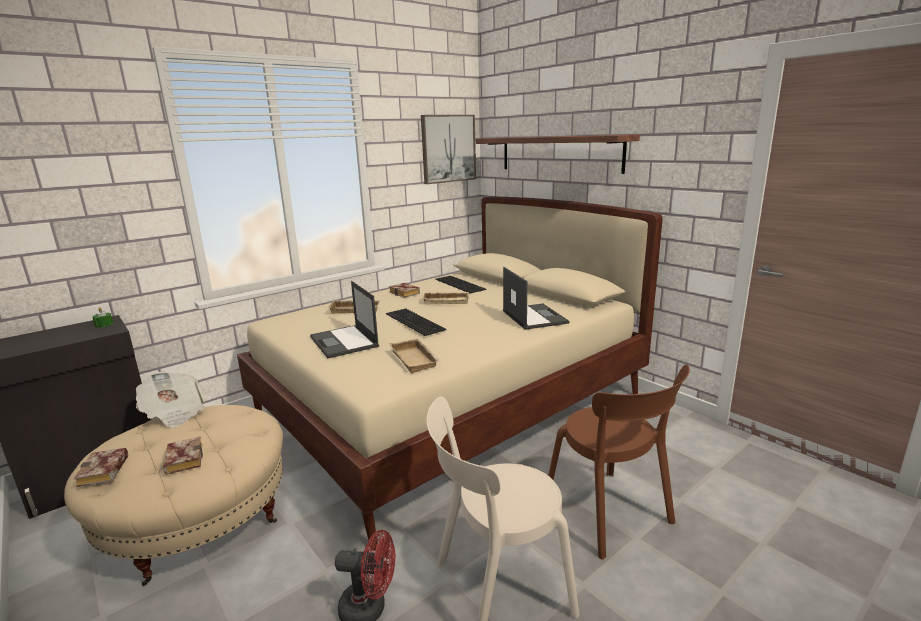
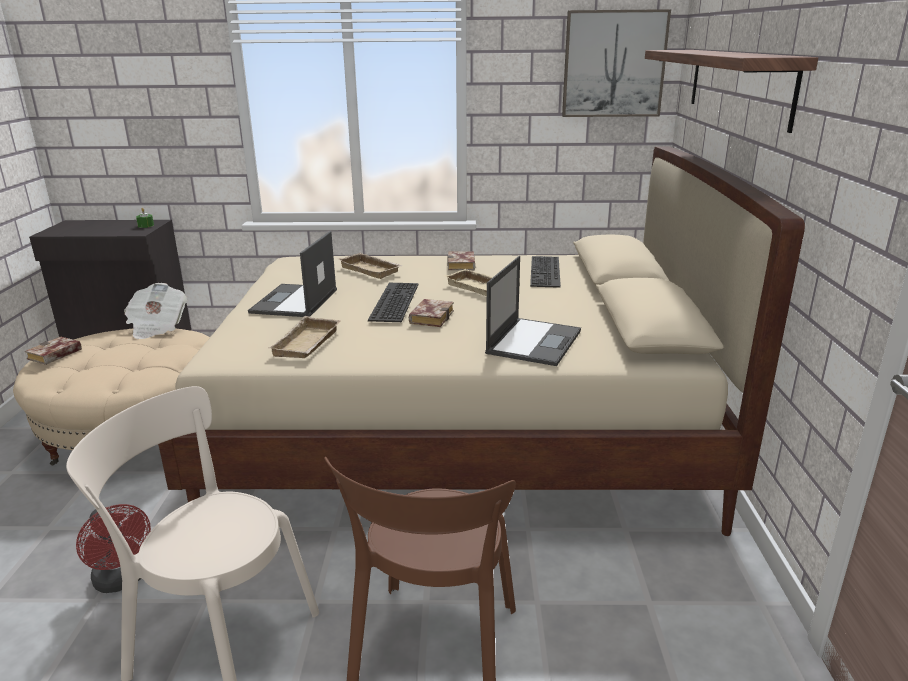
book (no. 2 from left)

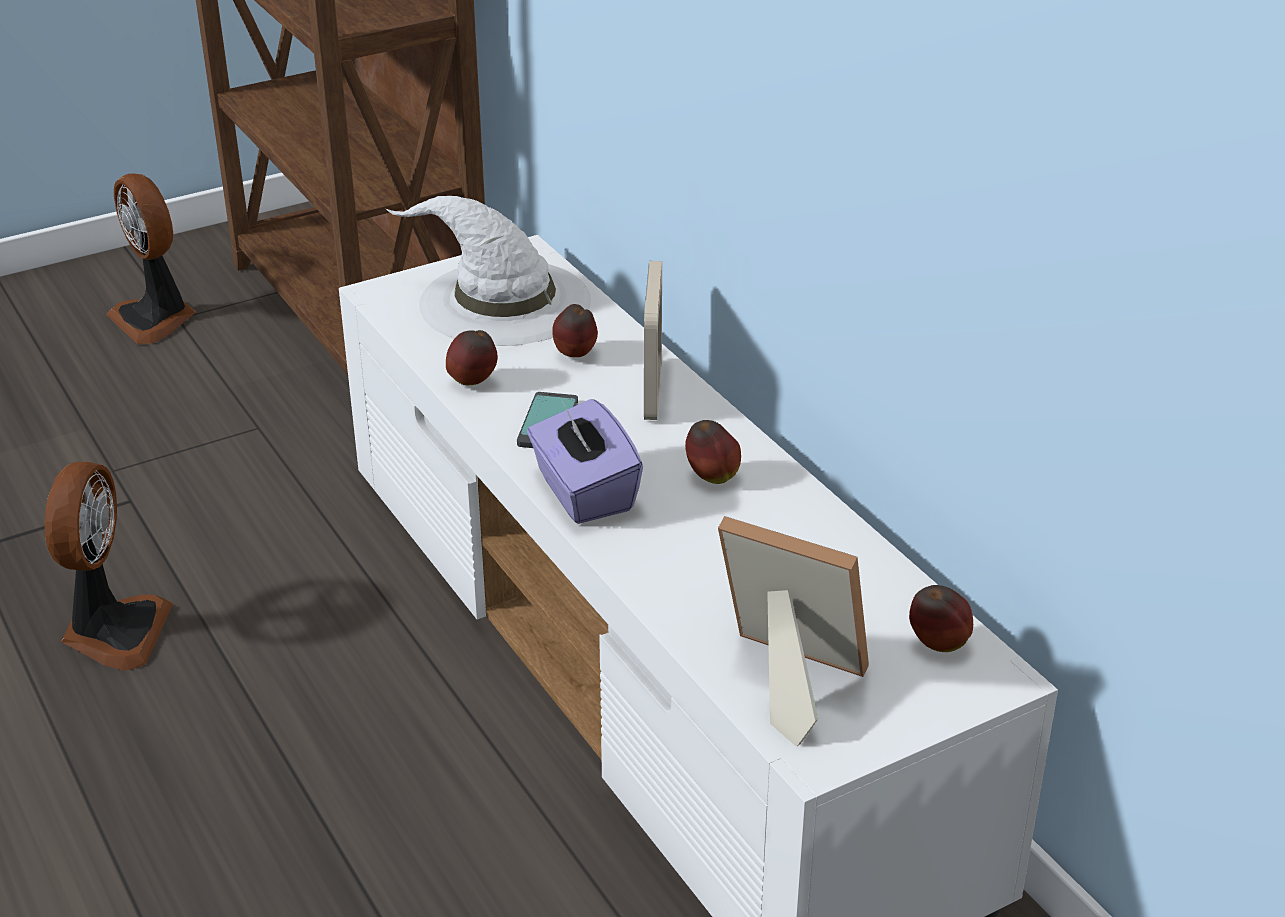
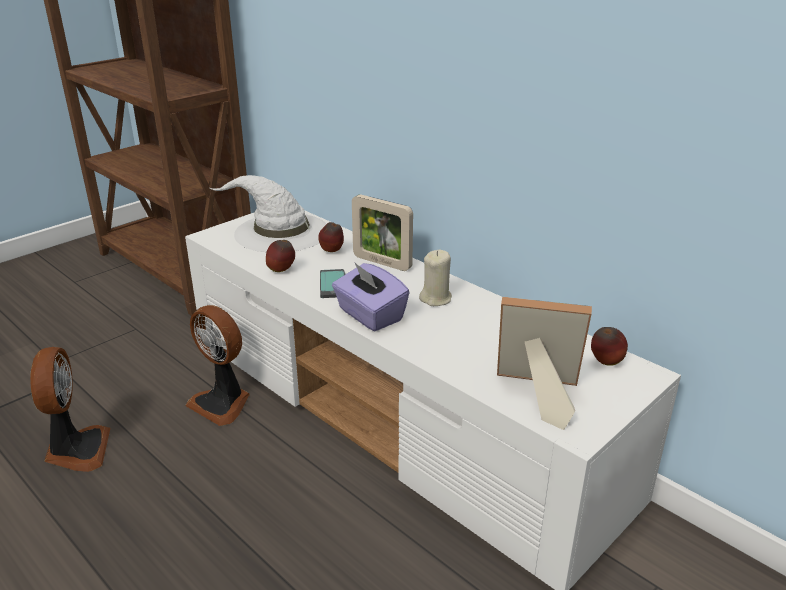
fan (no. 2 from left); picture frame (no. 1 from left); candle (beige)

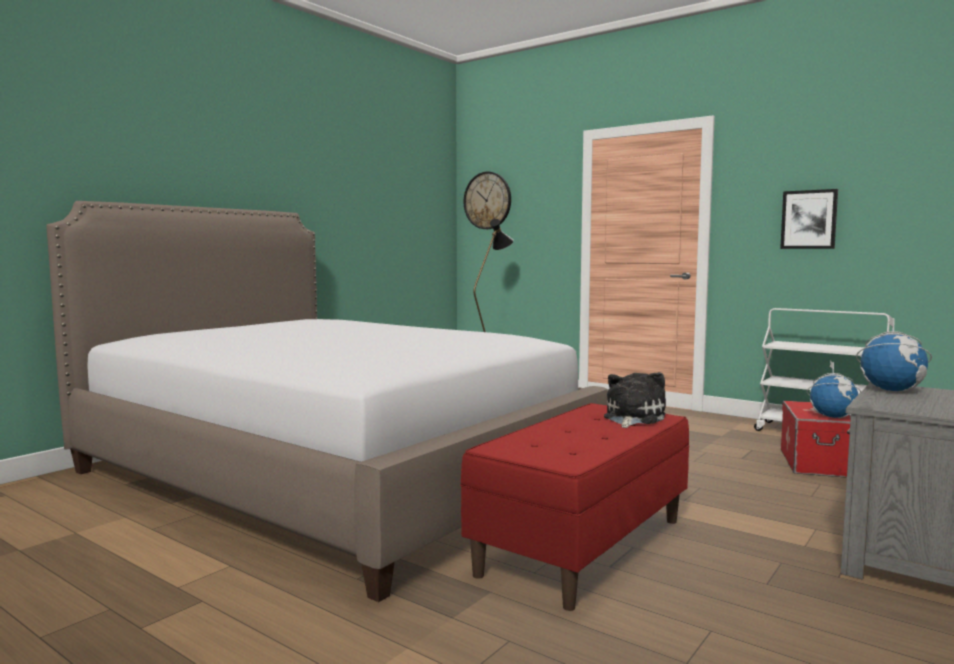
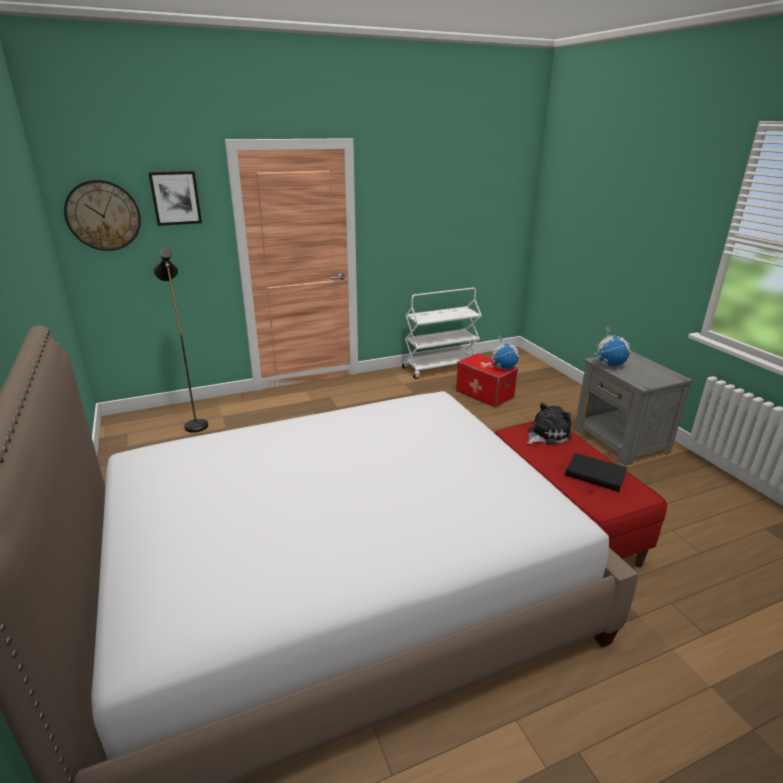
picture; plush toy; book (black)

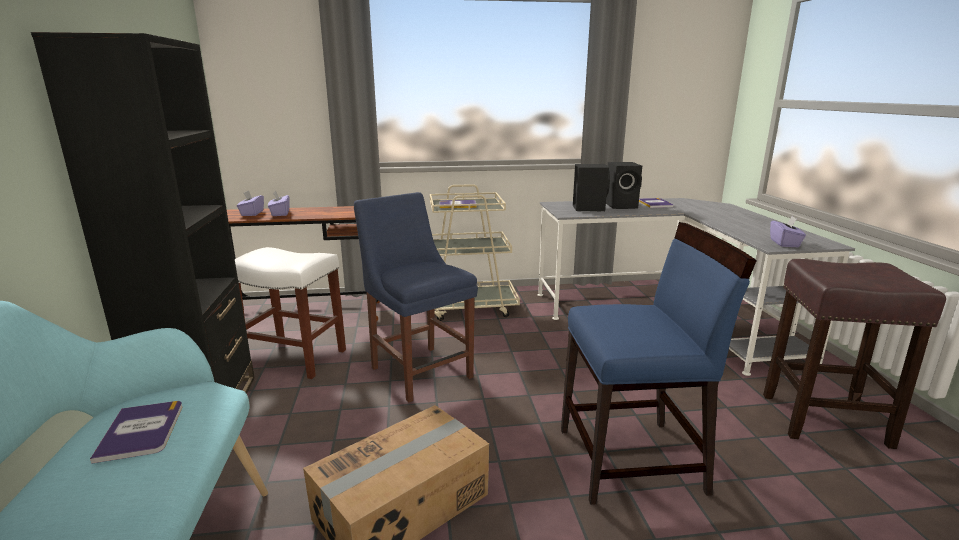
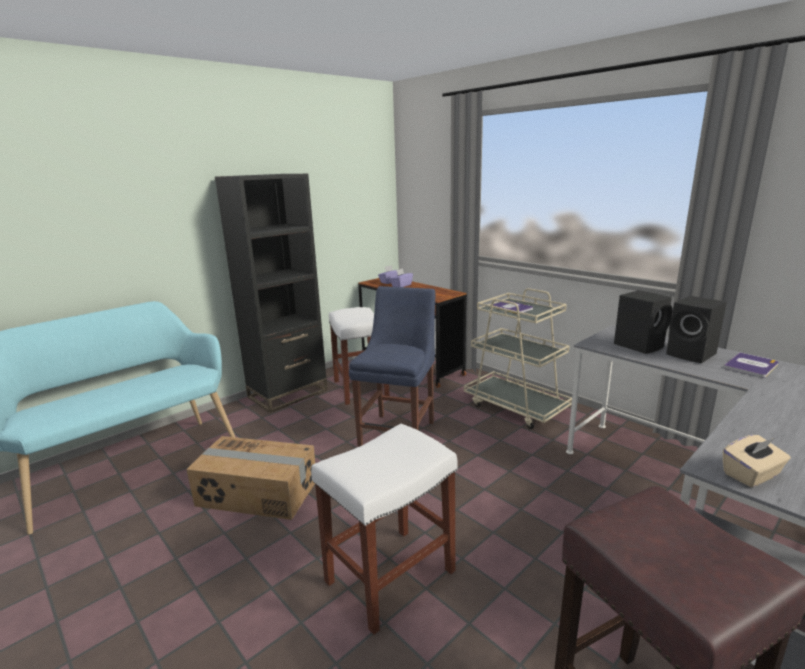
tissue box (beige); stool (white) (no. 2 from left); book (no. 1 from left in the first image)

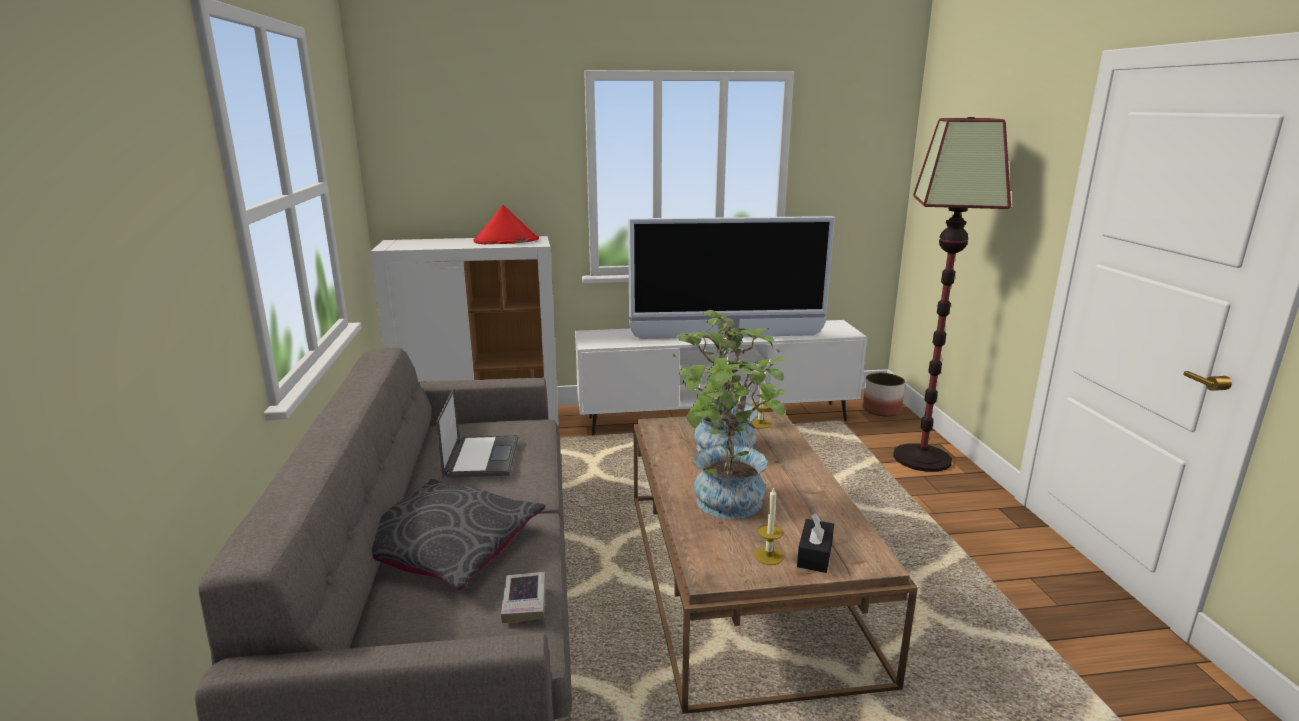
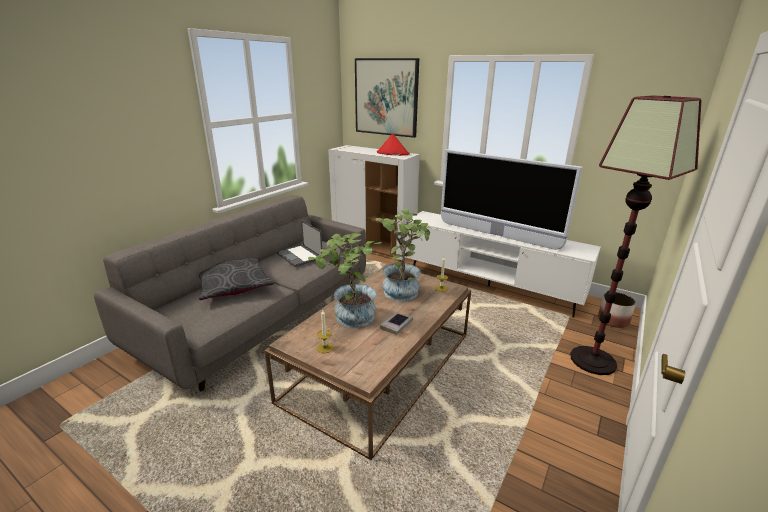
laptop; tissue box (black); book; picture

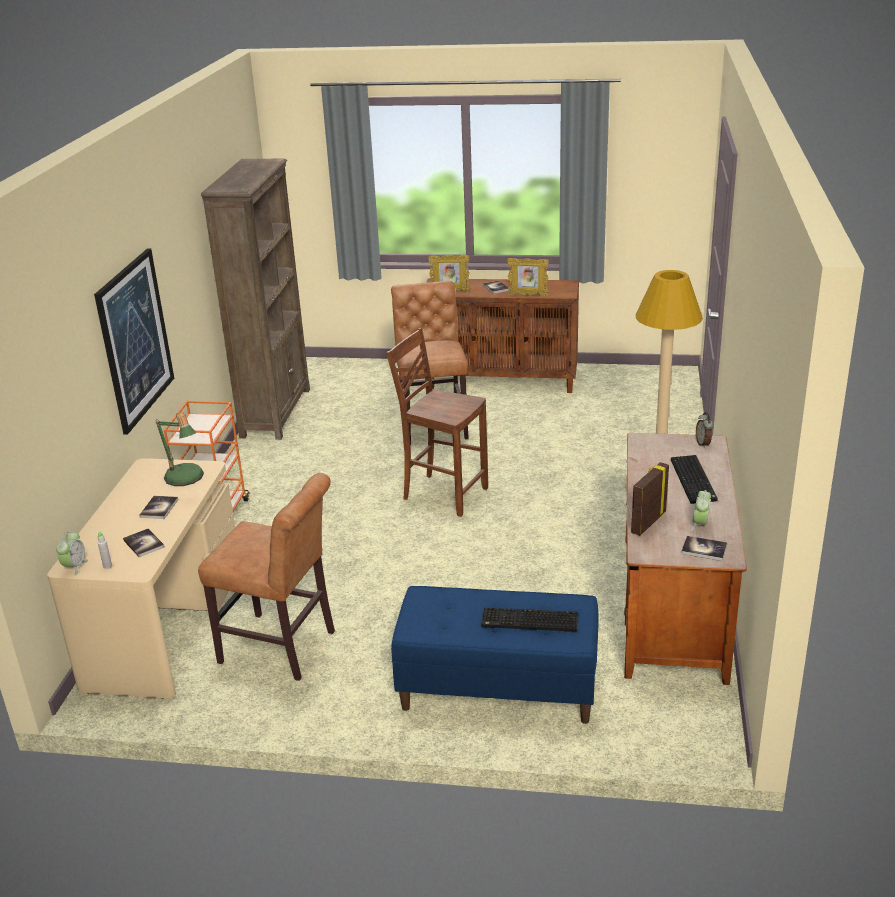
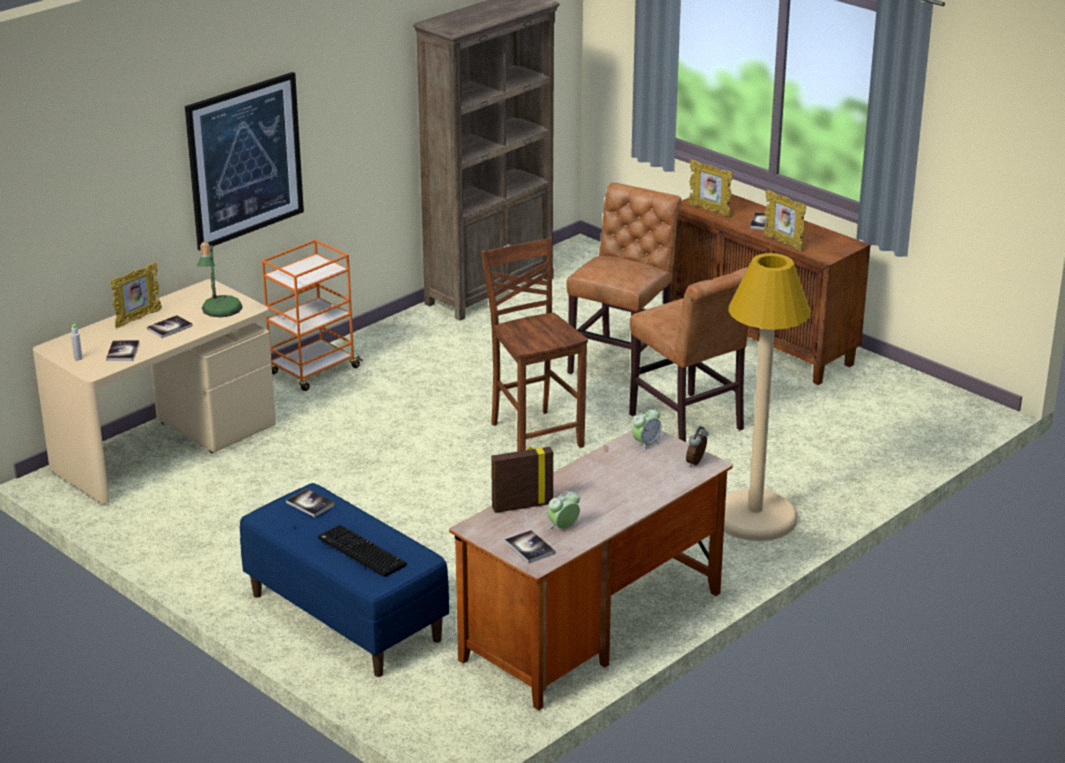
keyboard (no. 2 from left in the first image); chair (brown) (no. 3 from left); alarm clock (no. 2 from left); picture frame (no. 1 from left); book (no. 3 from left)

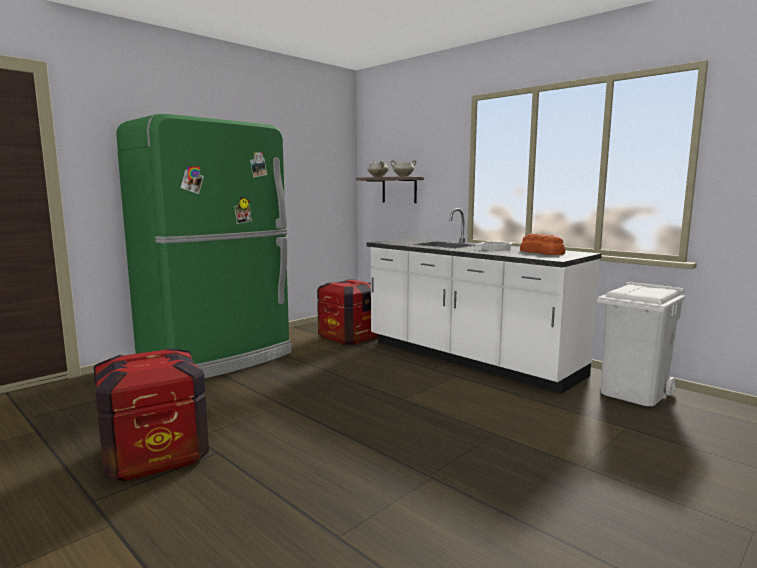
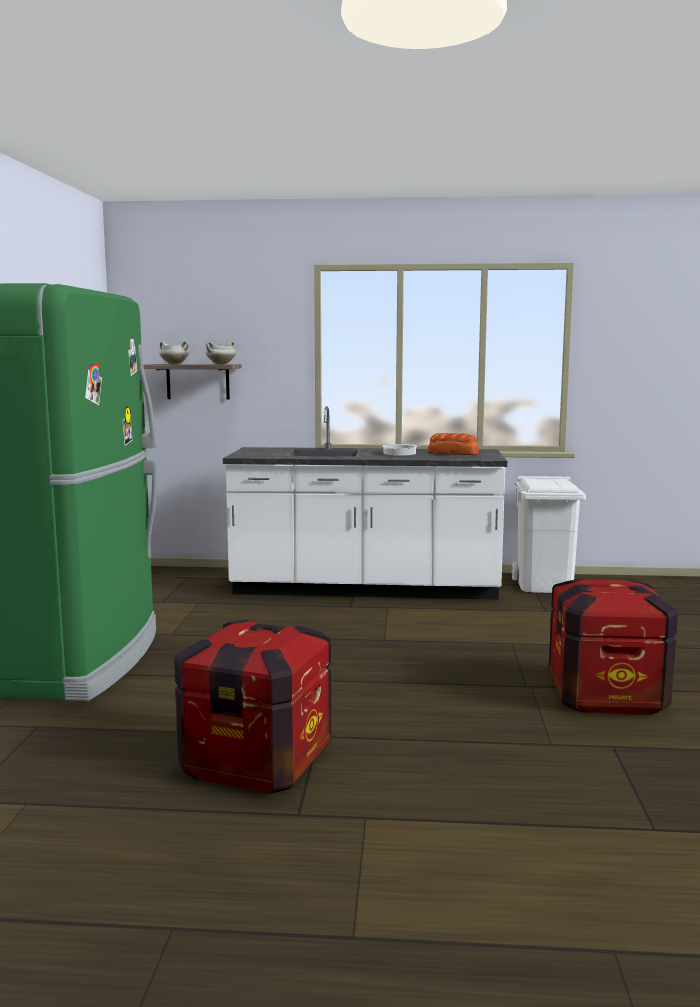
crate (no. 2 from left)

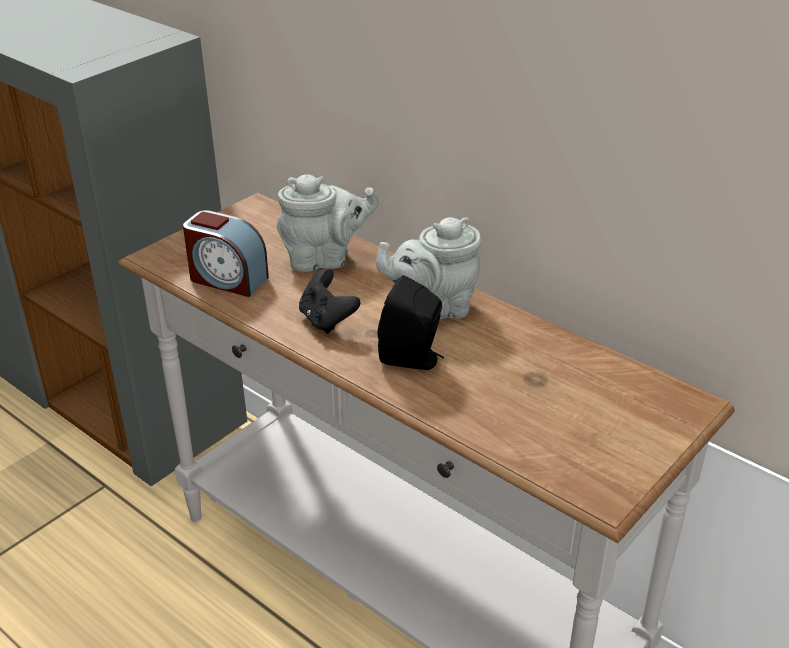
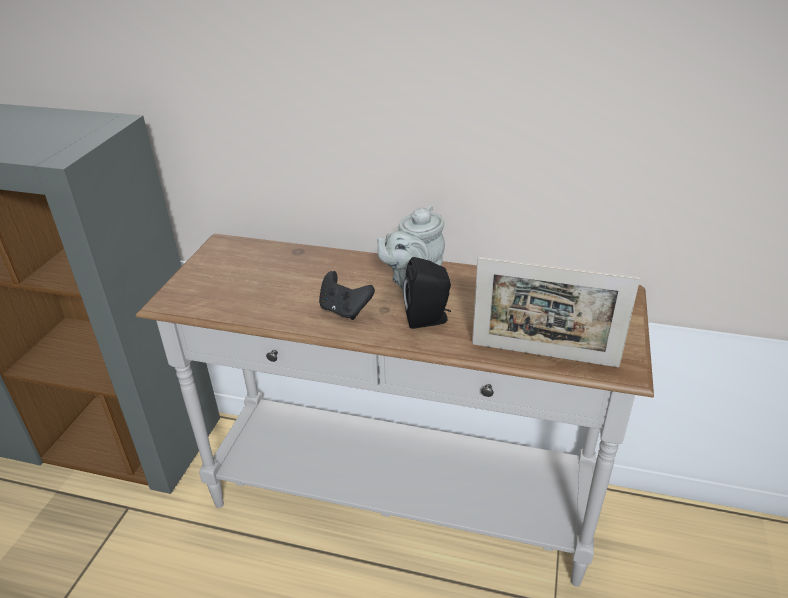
teapot (grey) (no. 1 from left in the first image); alarm clock; picture frame

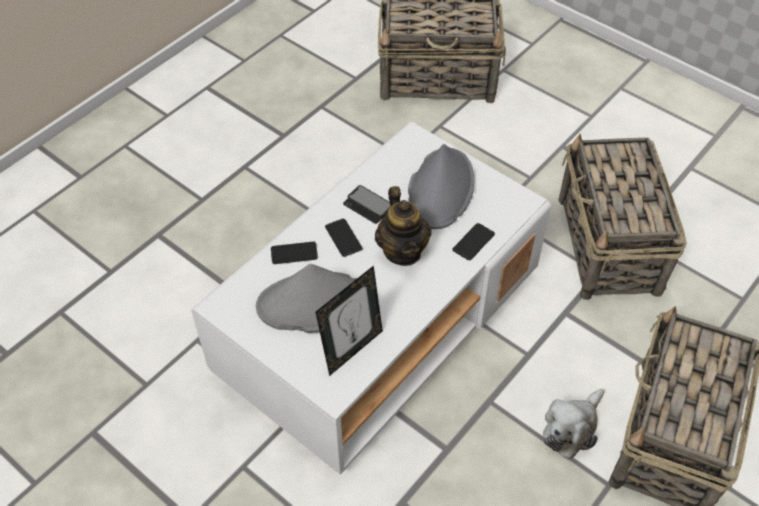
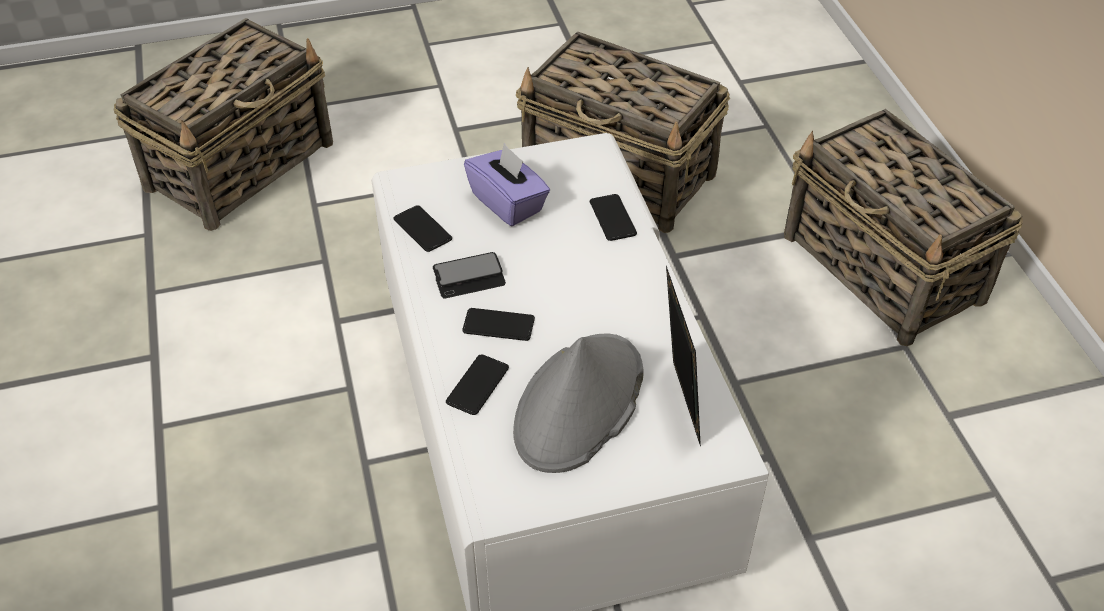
tissue box (purple); teapot; plush toy; phone (no. 1 from left)

